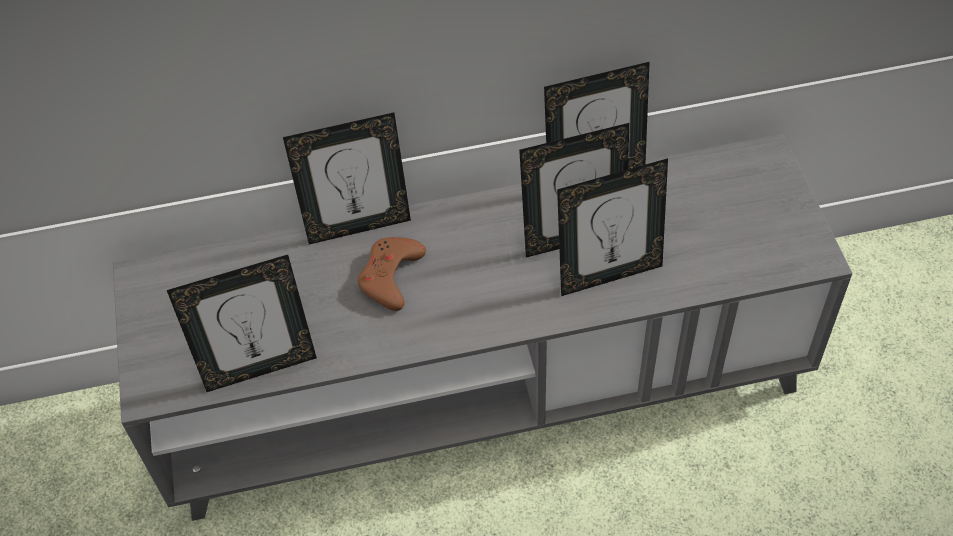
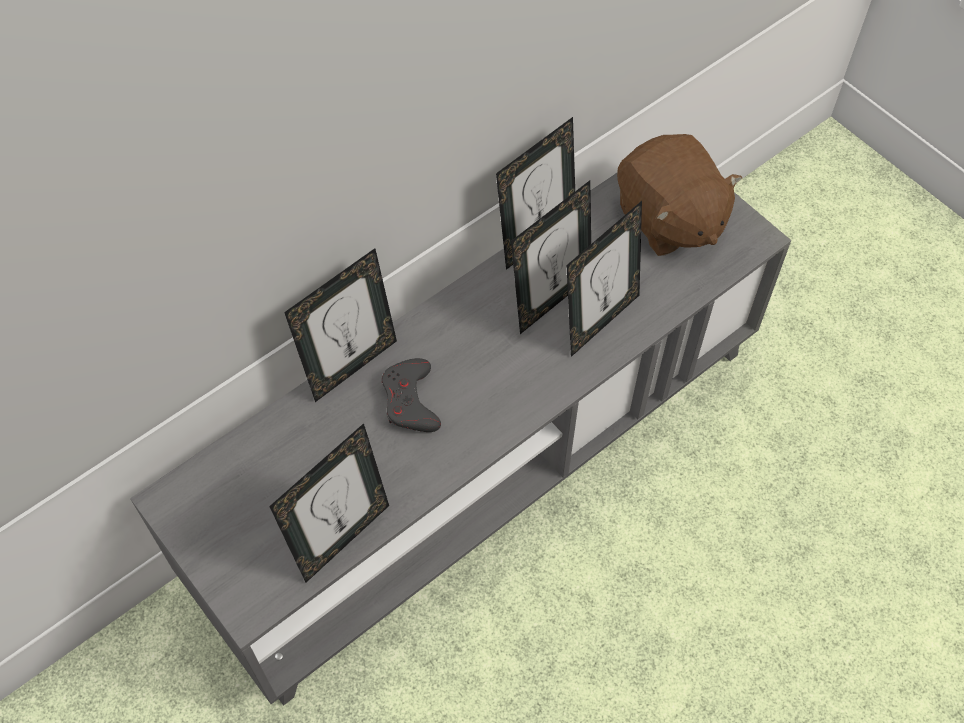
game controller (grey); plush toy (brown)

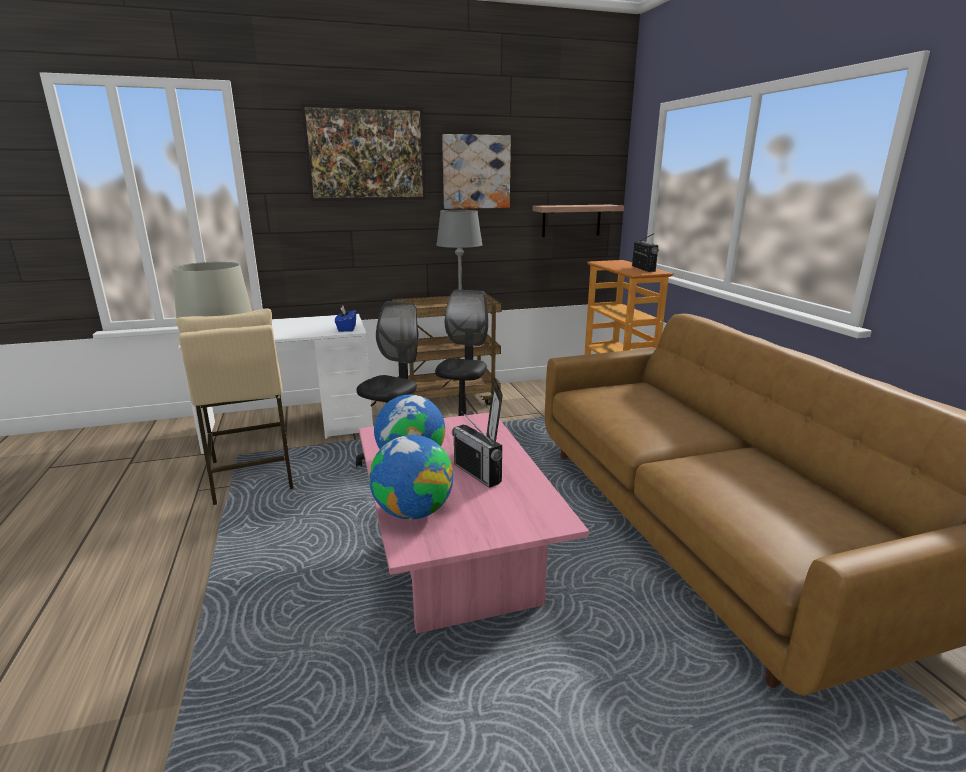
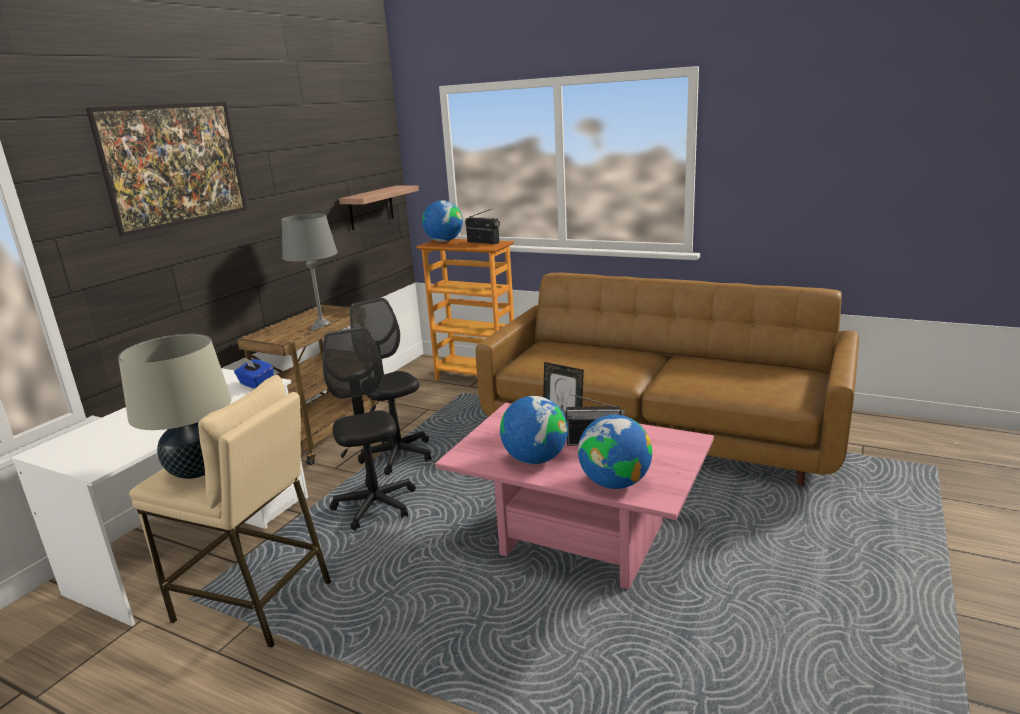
picture (no. 2 from left in the first image); globe (no. 1 from left)

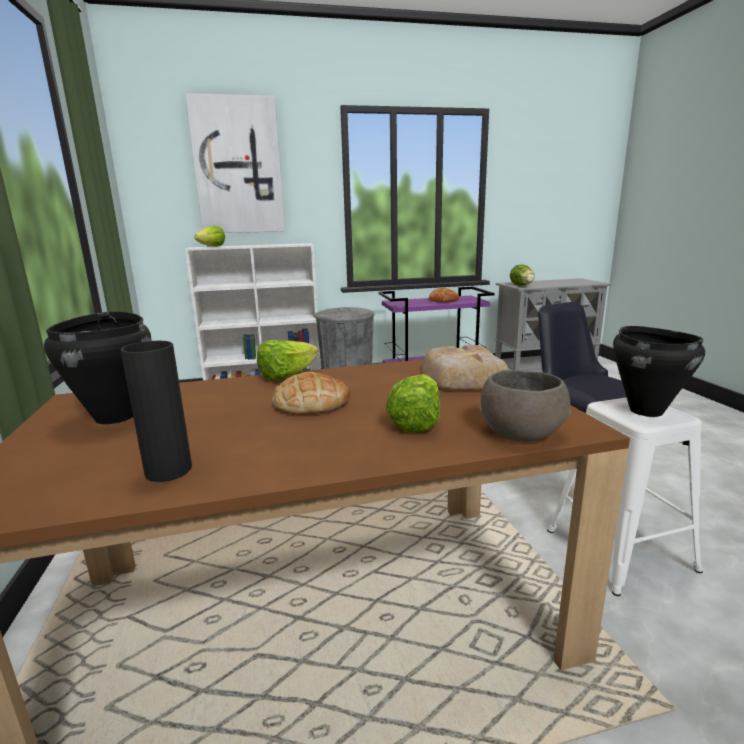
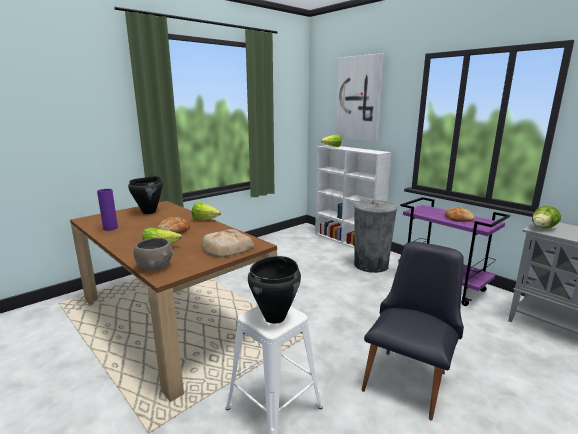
vase (purple)

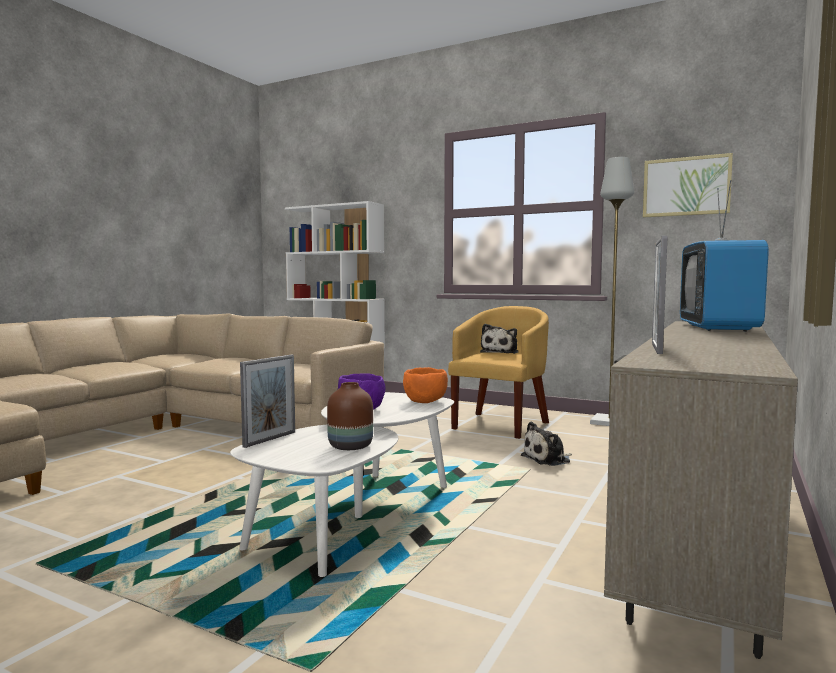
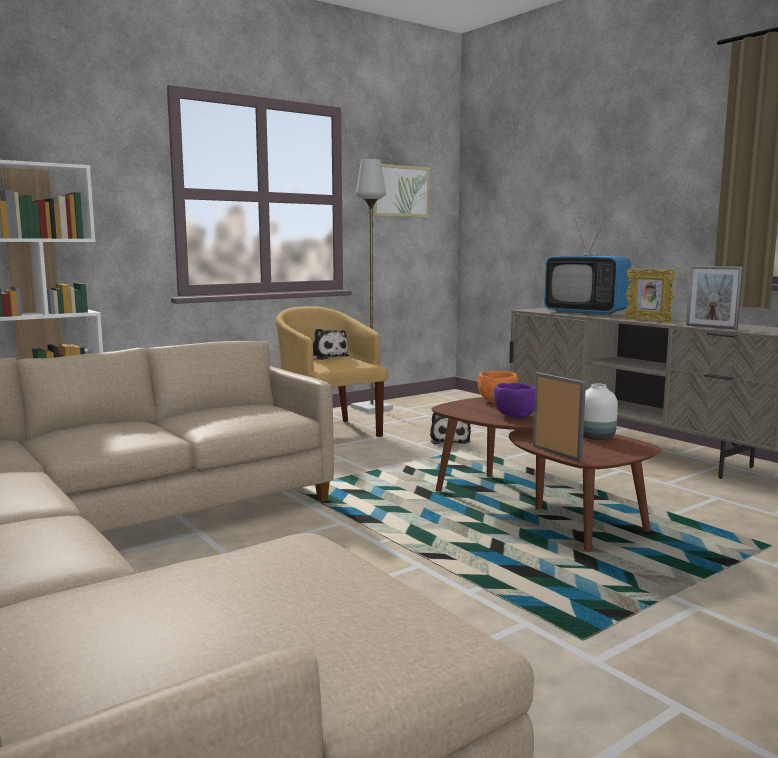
vase (white); coffee table (brown); picture frame (no. 2 from left)

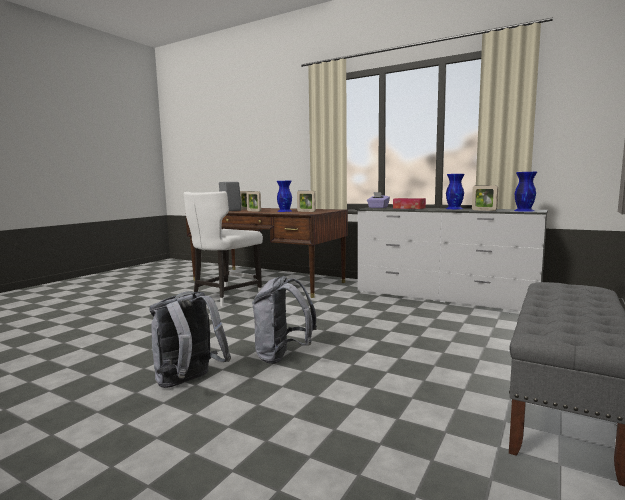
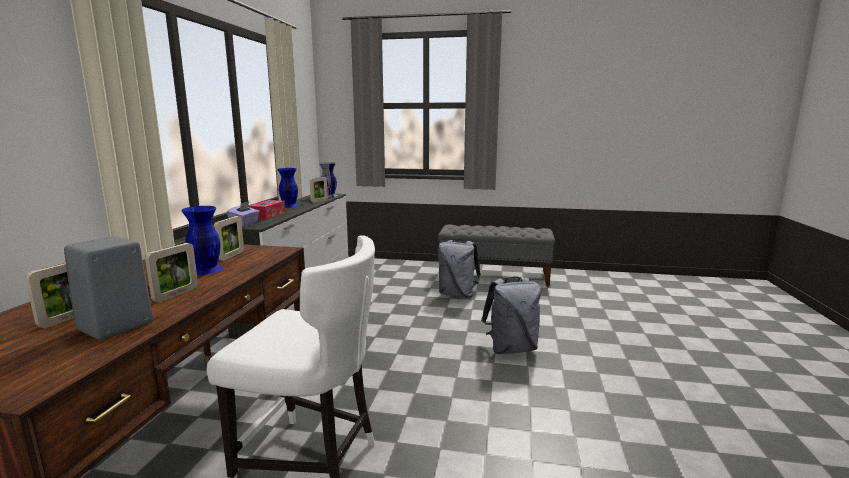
vase (grey); backpack (grey) (no. 1 from left)

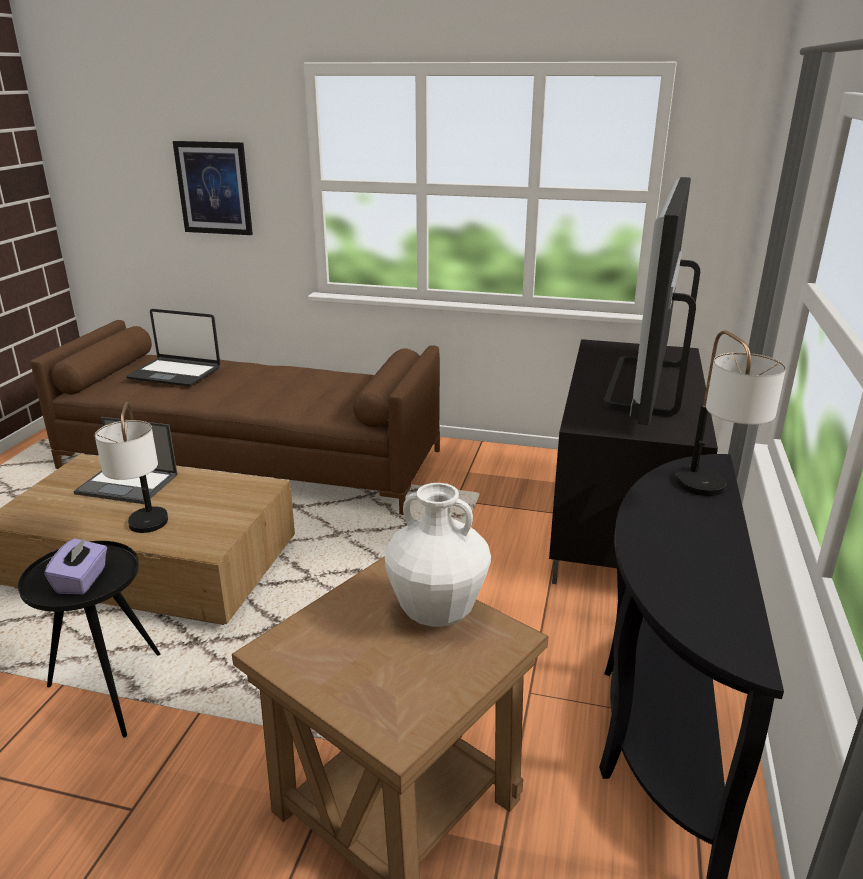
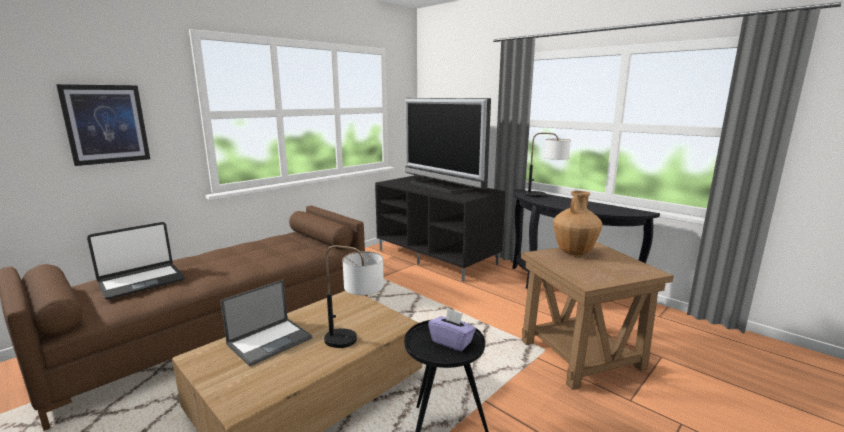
vase (brown)

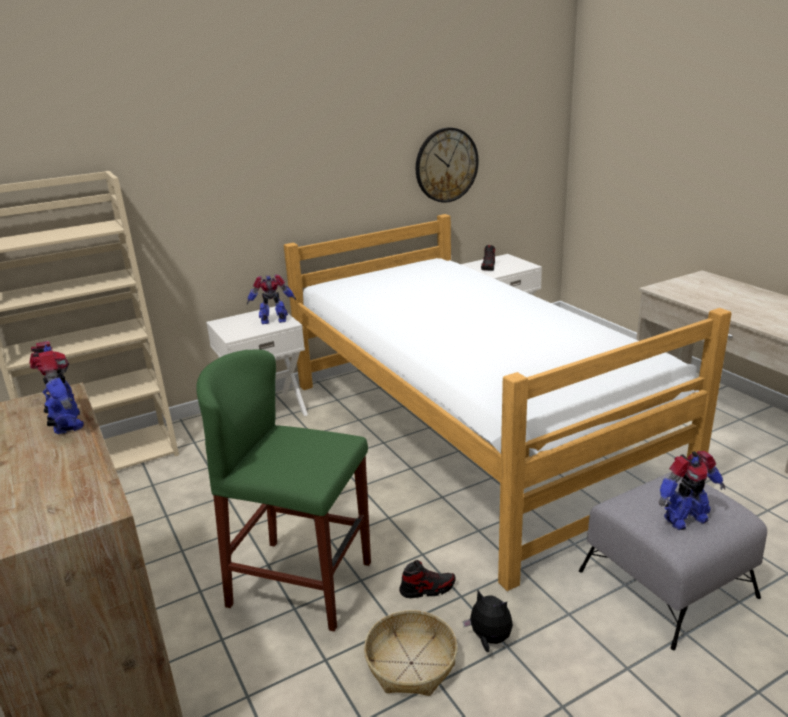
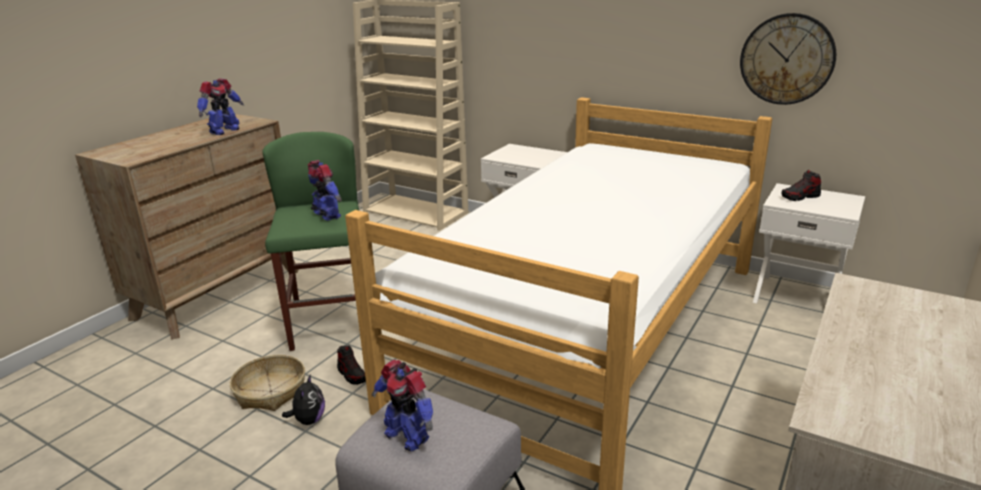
toy robot (no. 2 from left)

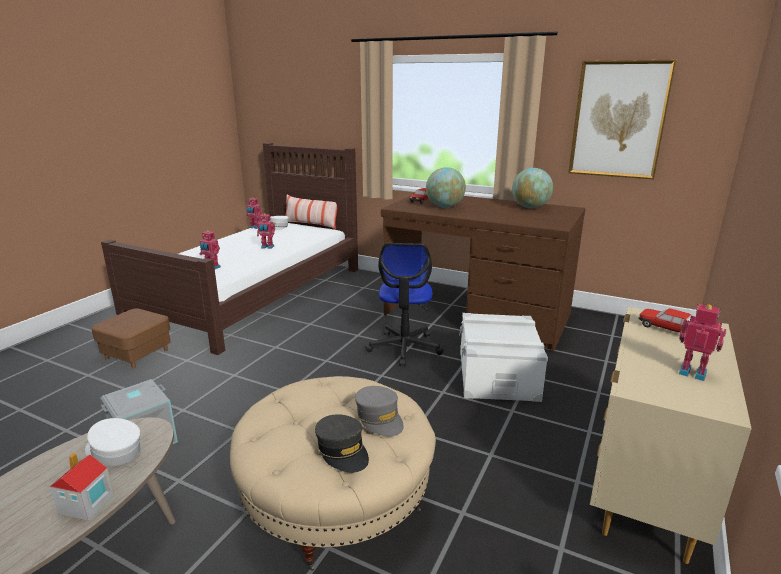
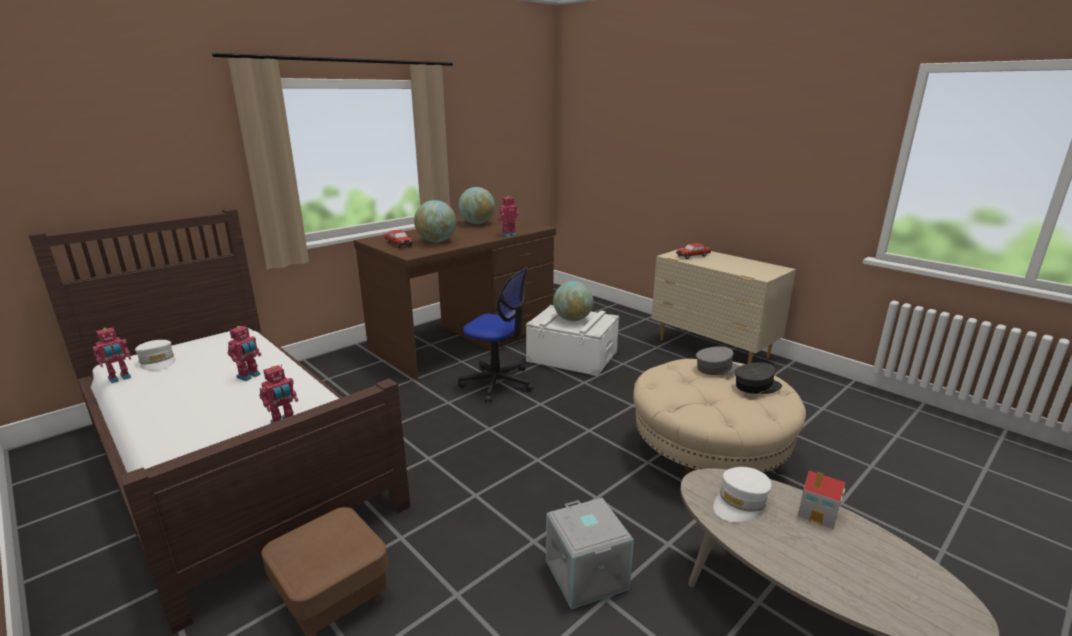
picture; pillow; toy robot (no. 4 from left); globe (no. 3 from left)

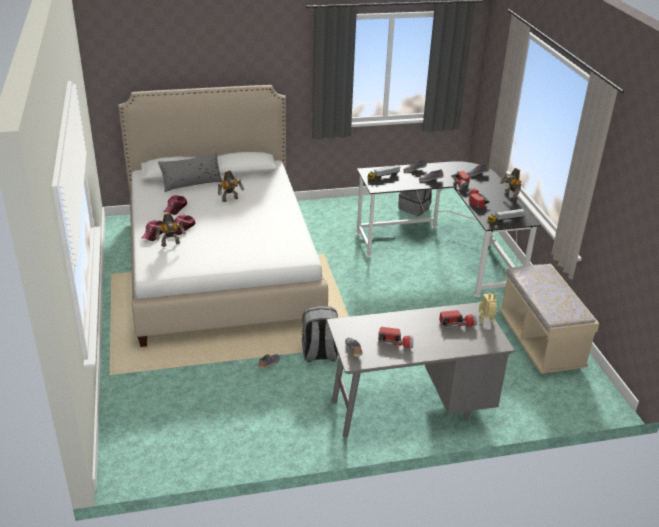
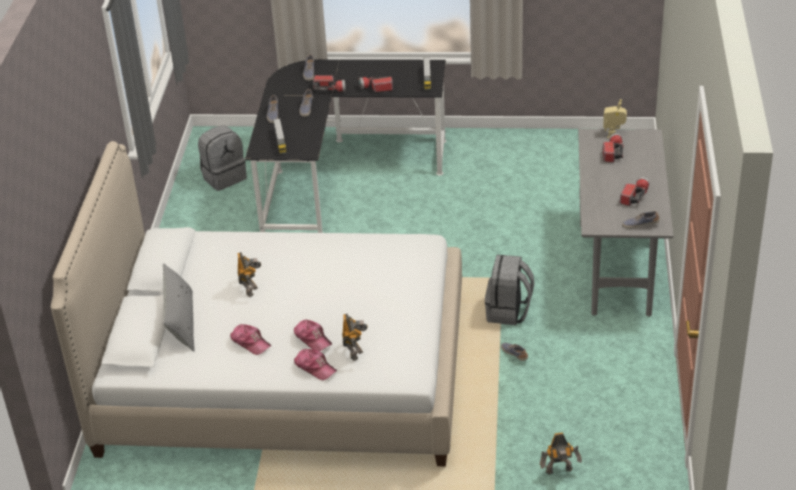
toy robot (no. 3 from left); bench (beige)

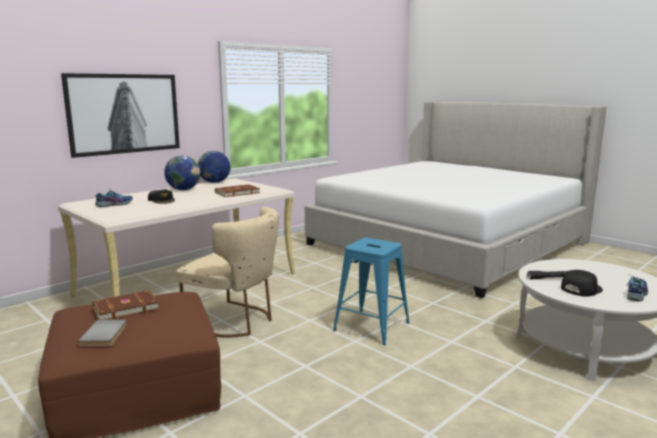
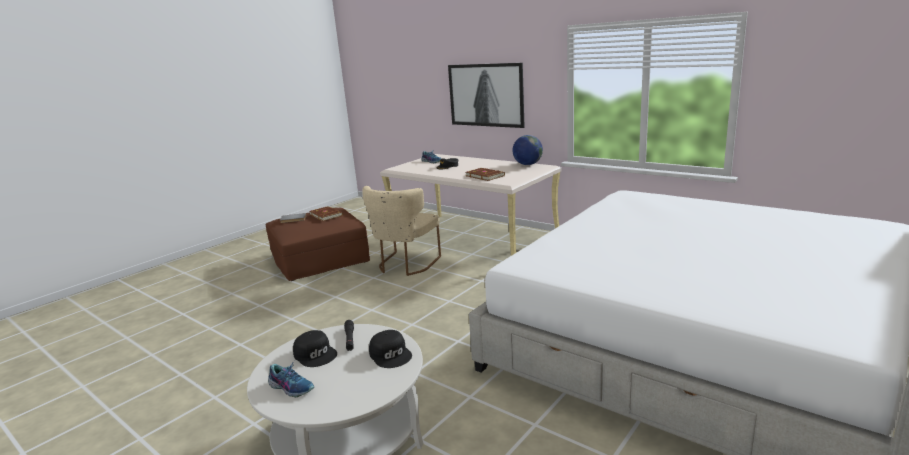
globe (no. 1 from left in the first image); stool (blue); cap (black) (no. 2 from left)

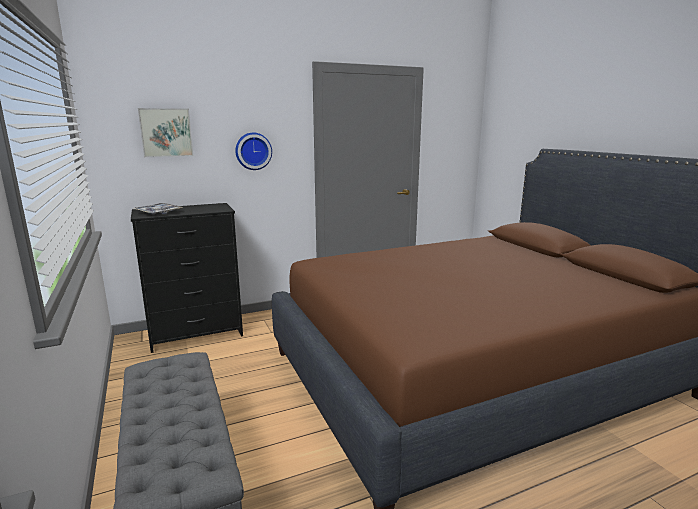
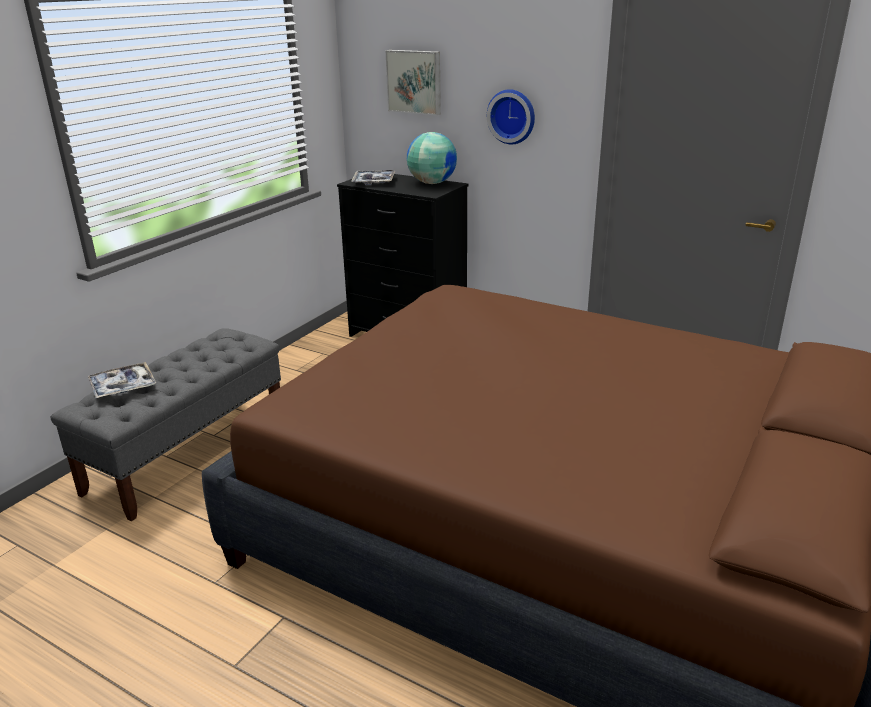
globe; tray (no. 1 from left)

